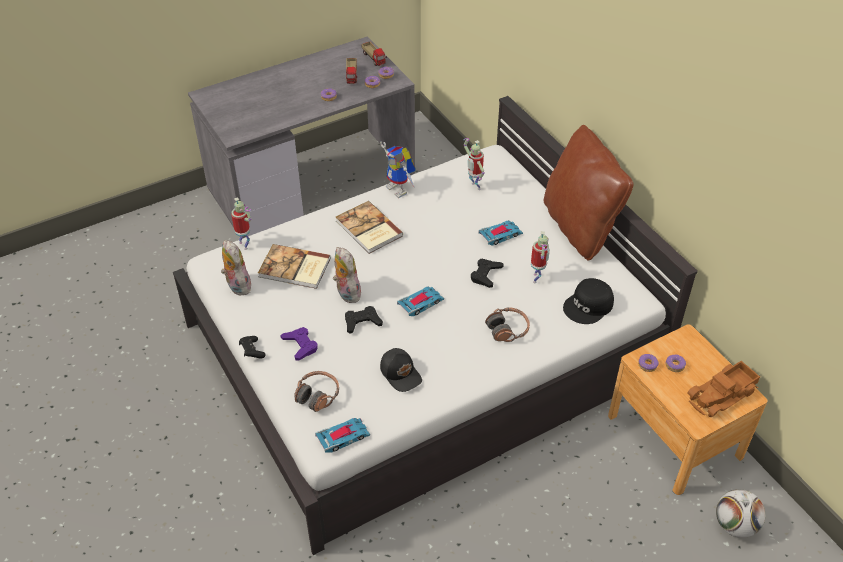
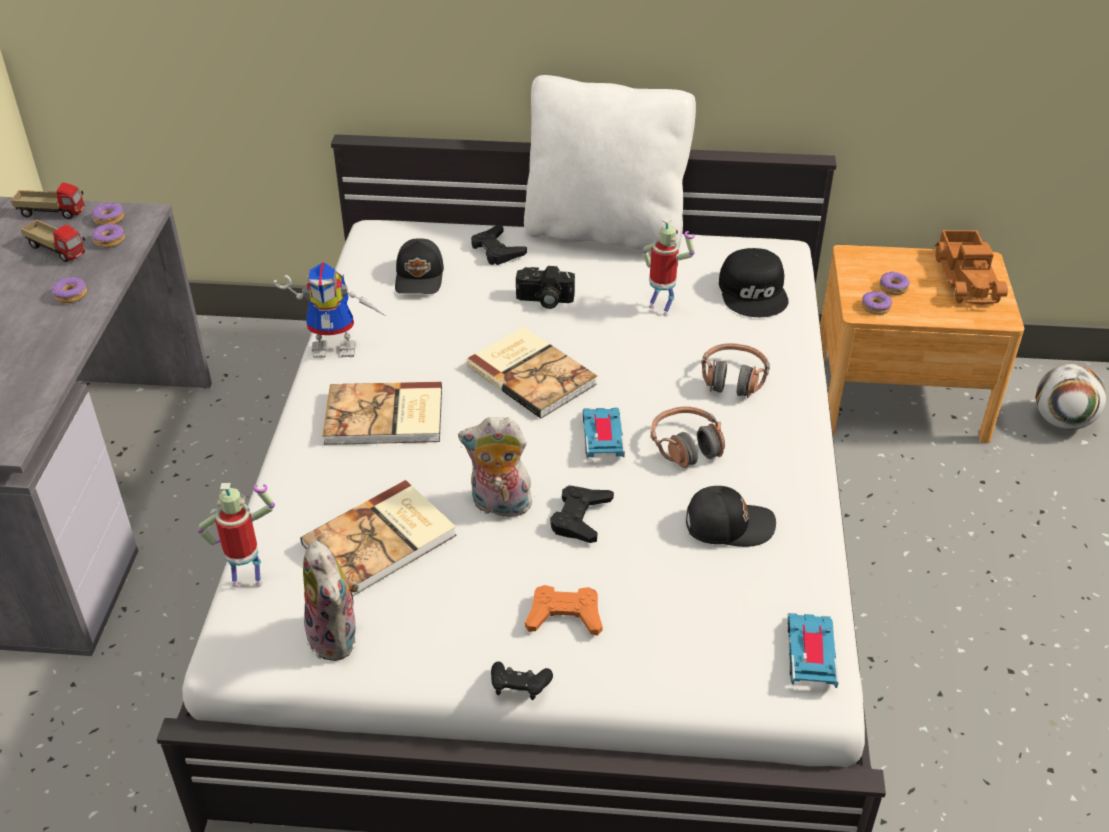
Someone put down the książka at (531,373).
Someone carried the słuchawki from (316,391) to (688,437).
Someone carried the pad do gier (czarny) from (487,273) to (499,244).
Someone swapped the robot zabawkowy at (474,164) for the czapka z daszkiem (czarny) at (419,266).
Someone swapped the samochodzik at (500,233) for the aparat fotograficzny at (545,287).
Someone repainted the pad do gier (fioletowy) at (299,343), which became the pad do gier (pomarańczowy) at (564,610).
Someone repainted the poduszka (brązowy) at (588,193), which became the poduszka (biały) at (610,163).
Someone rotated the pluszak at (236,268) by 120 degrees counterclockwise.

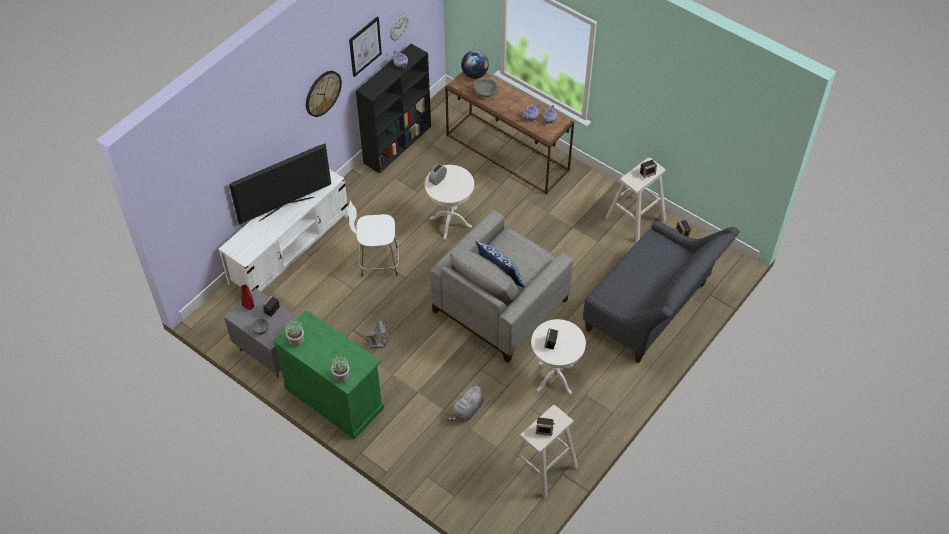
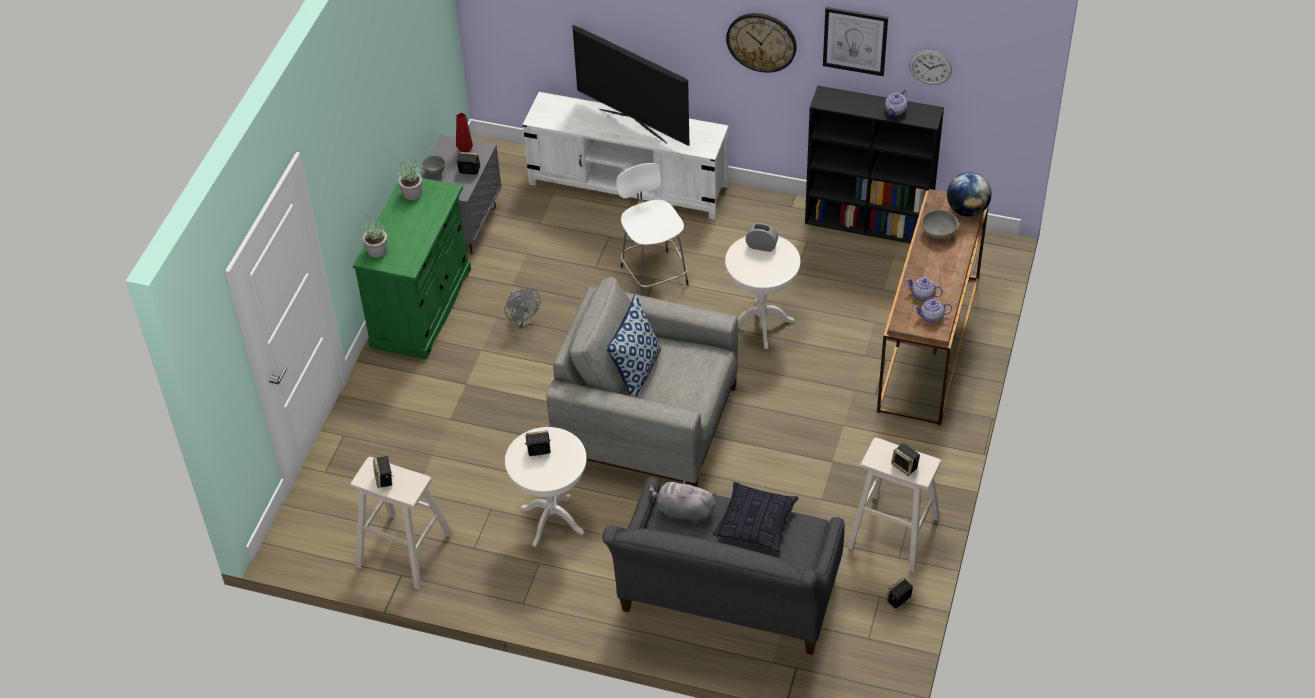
Someone put down the poduszka at (756,517).
Someone carried the pluszak (szary) from (465,403) to (682,501).

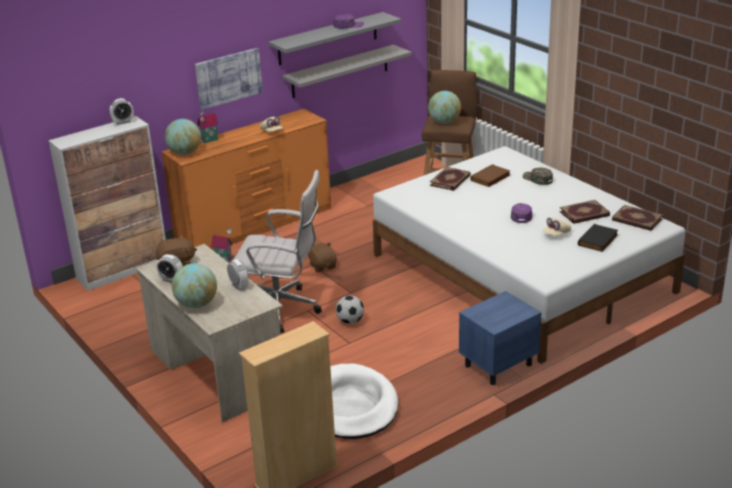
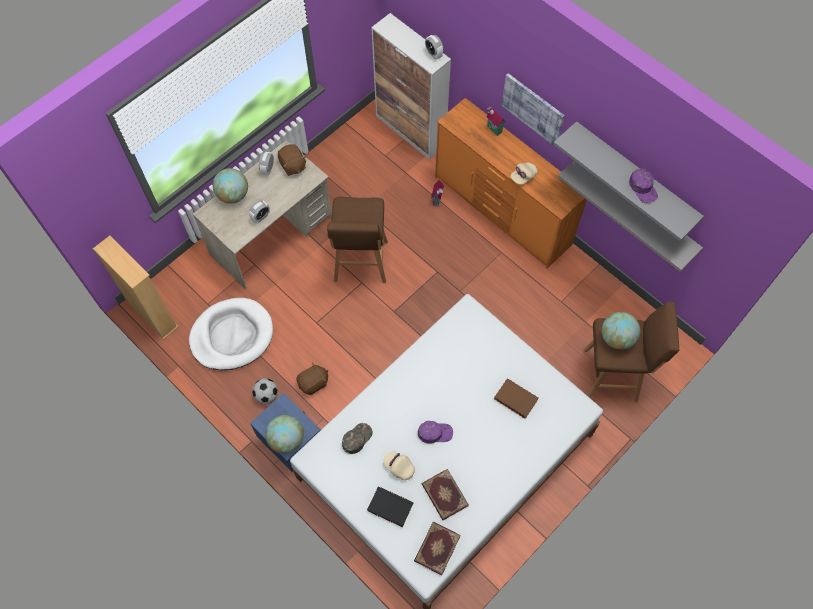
Someone took away the książka at (450,179).
Someone carried the globus from (183,137) to (284,434).
Someone carried the pluszak (brązowy) from (322,257) to (312,379).
Someone carried the piłka futbolowa from (350,309) to (265,391).
Someone carried the czapka z daszkiem (zielony) from (538,176) to (357,438).
Someone swapped the krzesło biurowe (biały) at (277,251) for the stołek (brązowy) at (357,240).

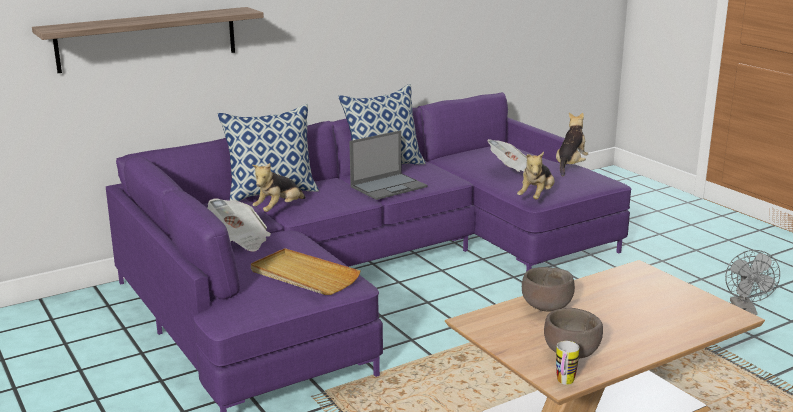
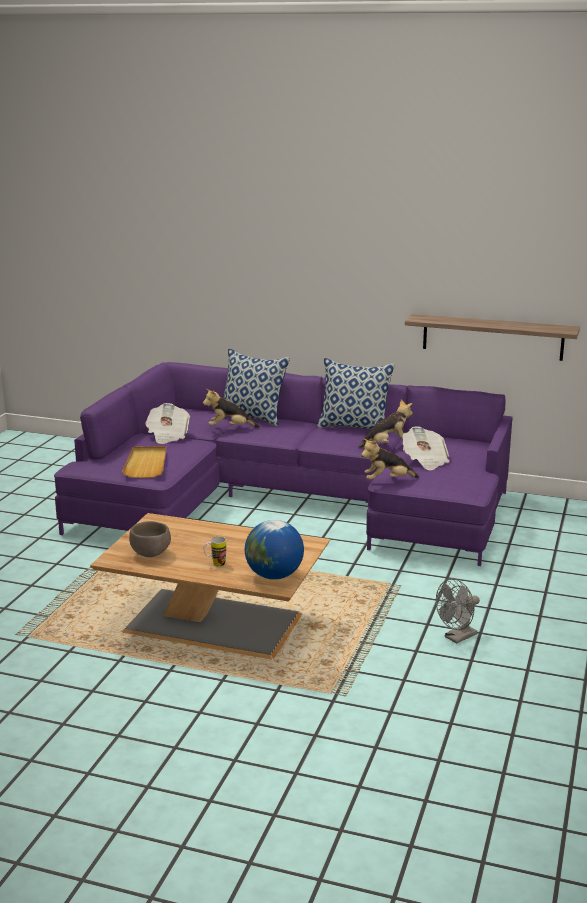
Someone took away the laptop at (388,165).
Someone took away the miska (brązowy) at (548,289).
Someone put down the globus at (274,550).
Someone carried the półka from (148,40) to (492,337).
Someone carried the pluszak from (572,144) to (385,424).
Someone carried the kubek from (567,363) to (215,551).

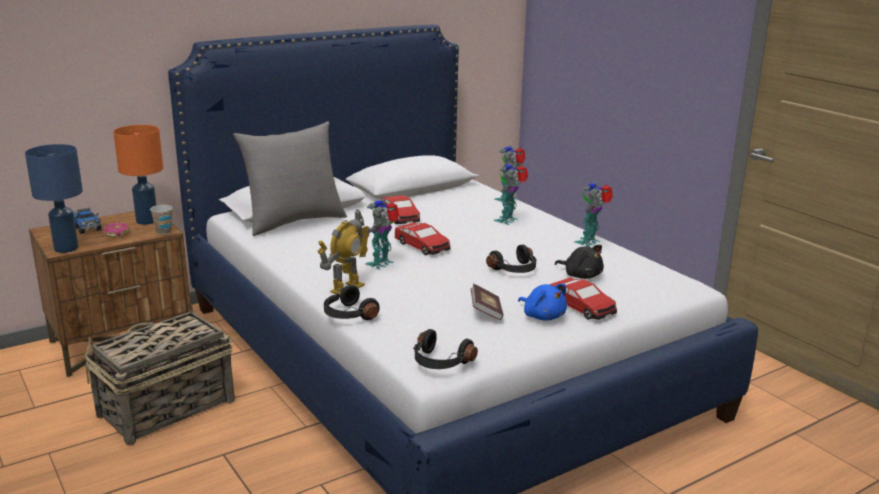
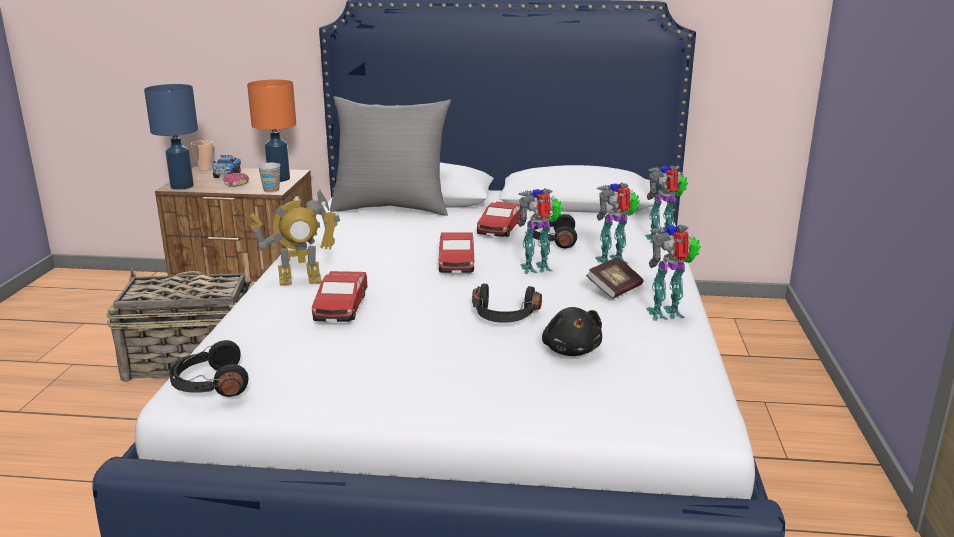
Someone took away the pluszak (niebieski) at (542,302).
Someone put down the filiżanka at (202,155).
Someone carried the słuchawki (czarny) from (352,302) to (555,231).
Someone carried the robot zabawkowy from (382,234) to (540,231).
Someone carried the książka from (487,302) to (614,278).
Someone carried the samochodzik from (583,298) to (339,296).

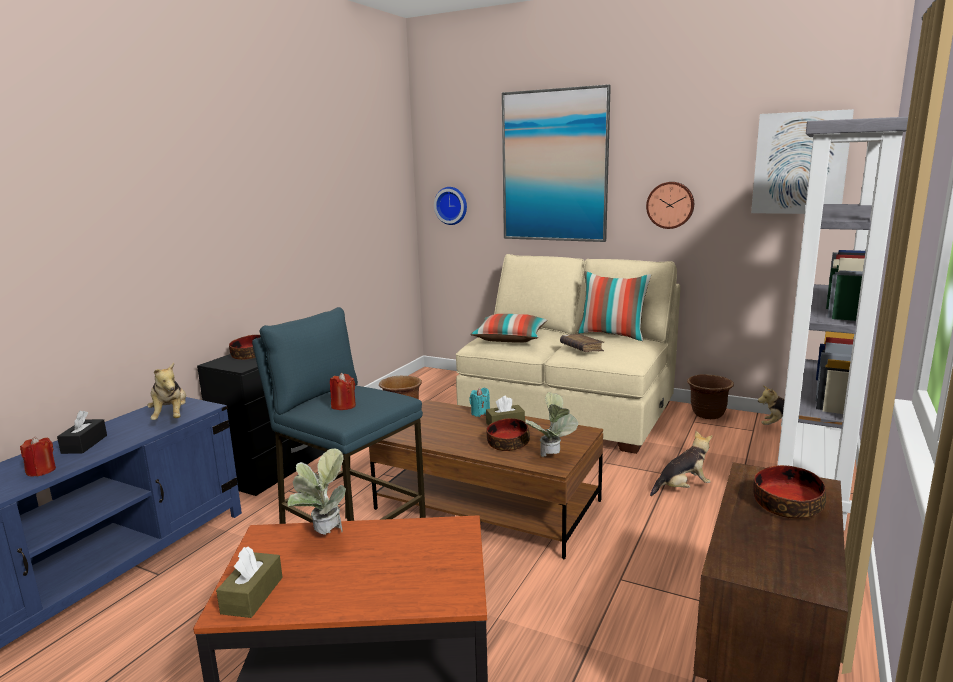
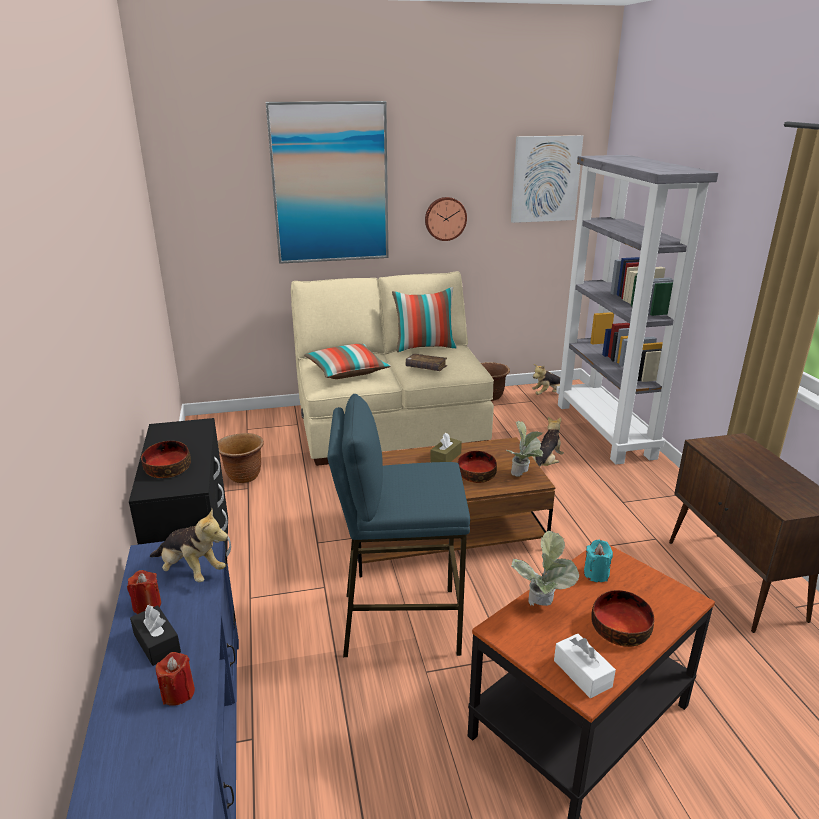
Someone took away the zegar ścienny at (450,206).
Someone carried the świeca (czerwony) from (343,391) to (144,592).
Someone carried the świeca (turkusowy) from (479,402) to (598,561).
Someone carried the miska from (789,492) to (622,618).
Someone repainted the pudełko chusteczek (brązowy) at (249,582), which became the pudełko chusteczek (biały) at (585,666).

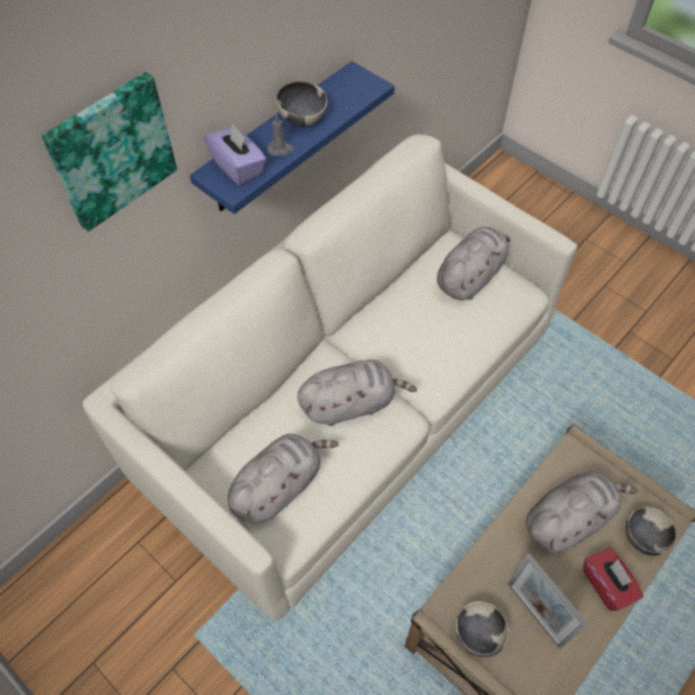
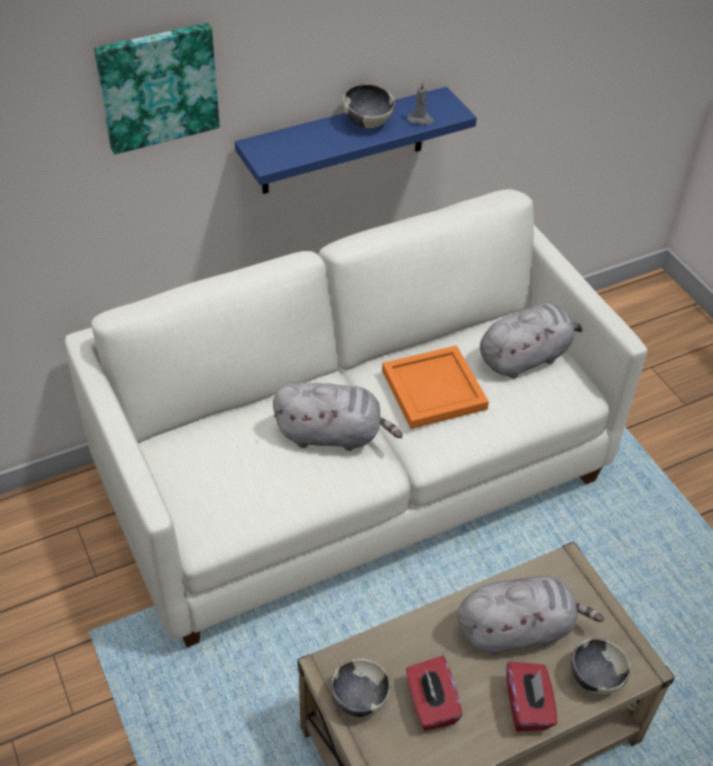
Someone took away the pudełko chusteczek (fioletowy) at (235,154).
Someone took away the pluszak (szary) at (283,479).
Someone put down the taca (pomarańczowy) at (435,387).
Someone carried the świeca (szary) from (281,136) to (420,103).
Someone swapped the ramka na zdjęcie at (548,601) for the pudełko chusteczek (czerwony) at (434,693).

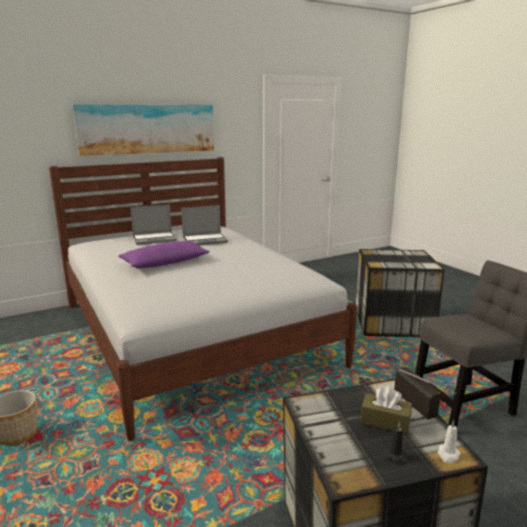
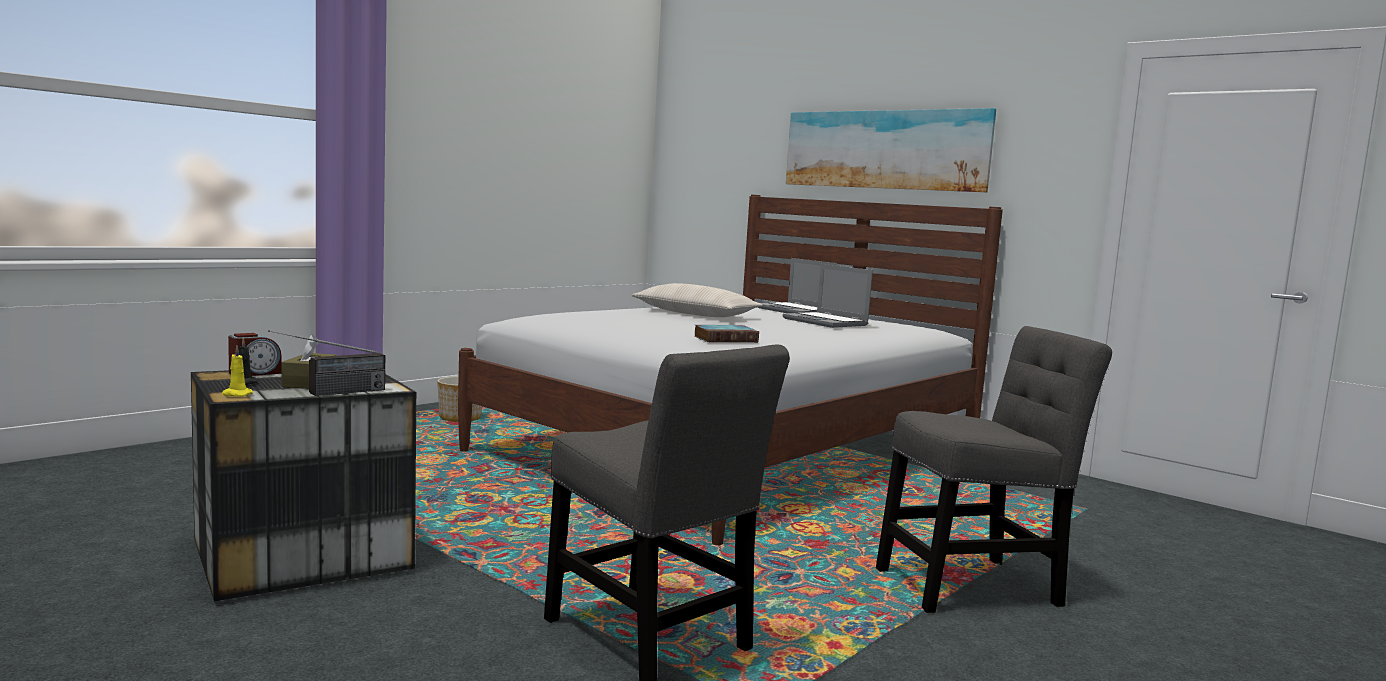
Someone put down the budzik at (254,354).
Someone put down the książka at (726,334).
Someone swapped the pojemnik do przechowywania at (400,293) for the krzesło (szary) at (994,469).
Someone repainted the poduszka (fioletowy) at (164,254), which became the poduszka (beżowy) at (697,300).
Someone repainted the świeca (biały) at (449,441), which became the świeca (żółty) at (237,371).

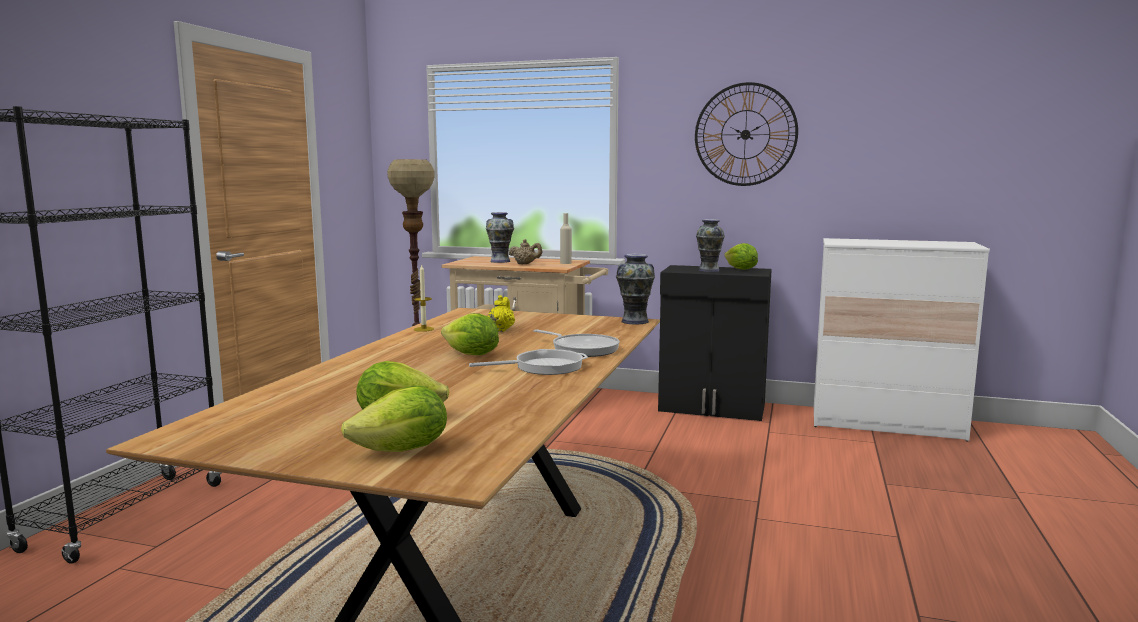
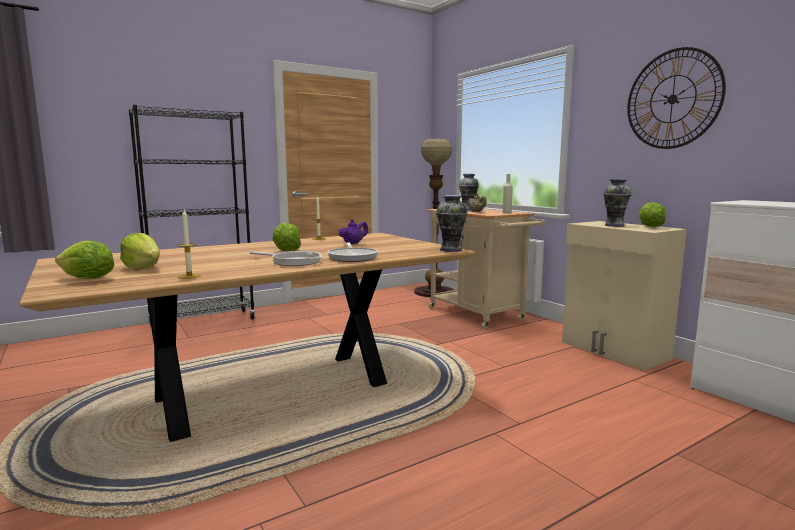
Someone put down the świeca at (189,244).
Someone repainted the imbryk (żółty) at (501,313), which became the imbryk (fioletowy) at (353,232).
Someone repainted the szafka (czarny) at (715,343), which became the szafka (beżowy) at (624,296).

